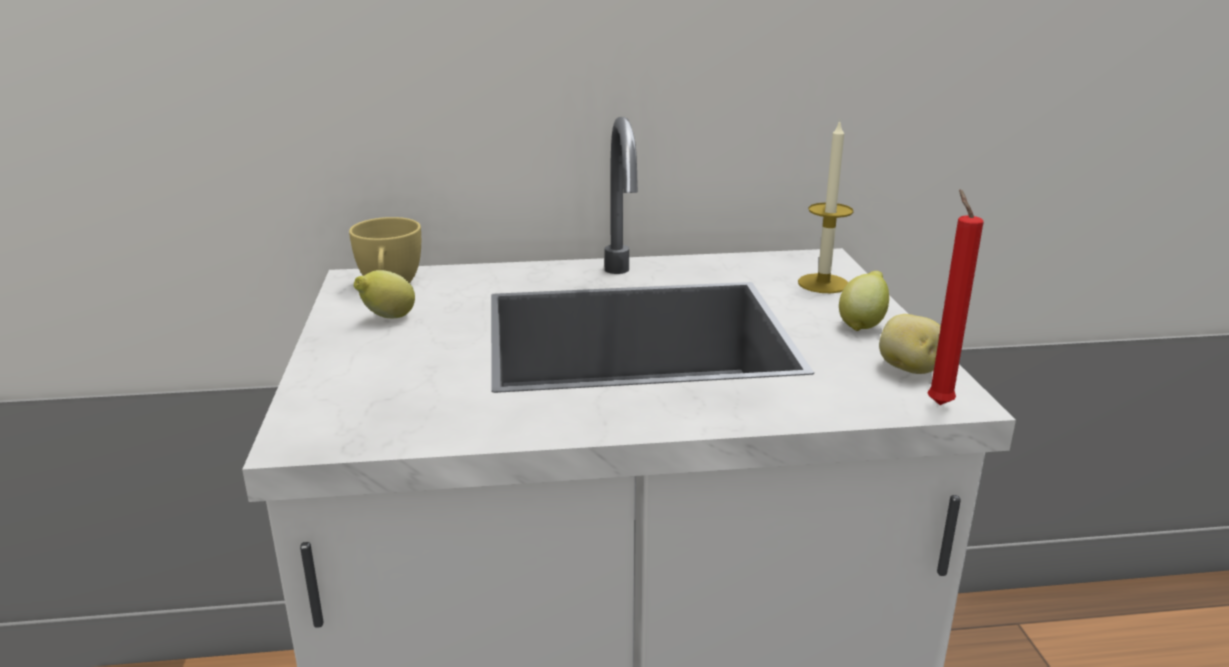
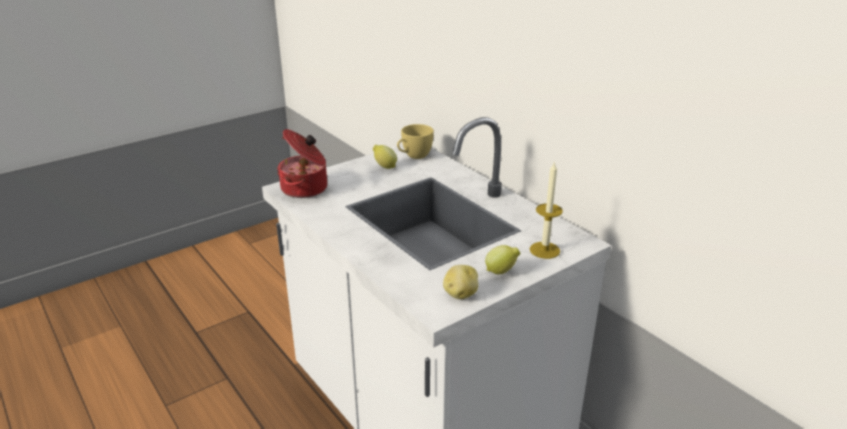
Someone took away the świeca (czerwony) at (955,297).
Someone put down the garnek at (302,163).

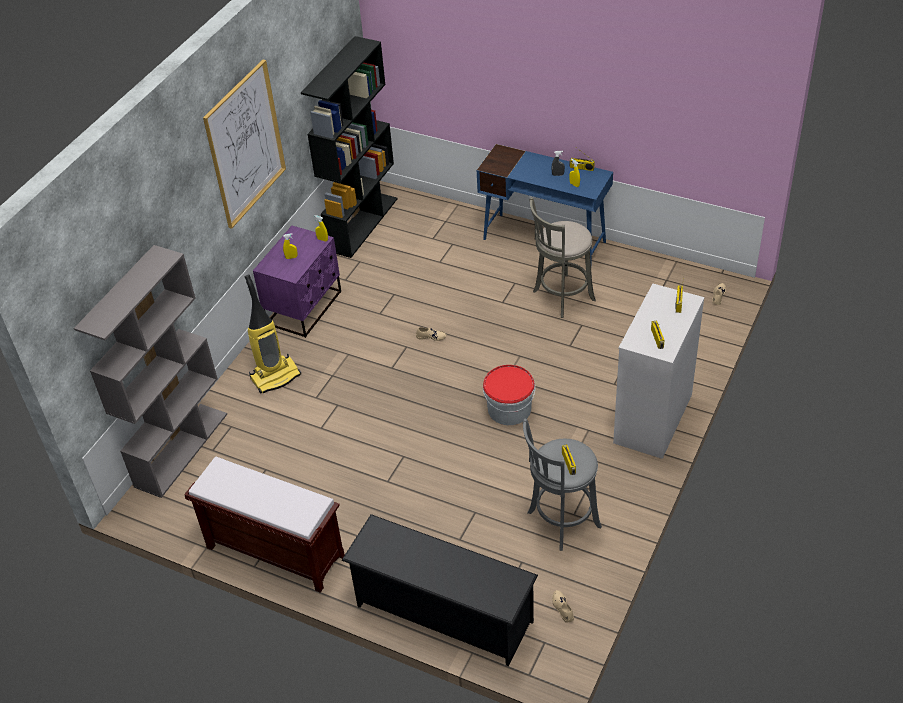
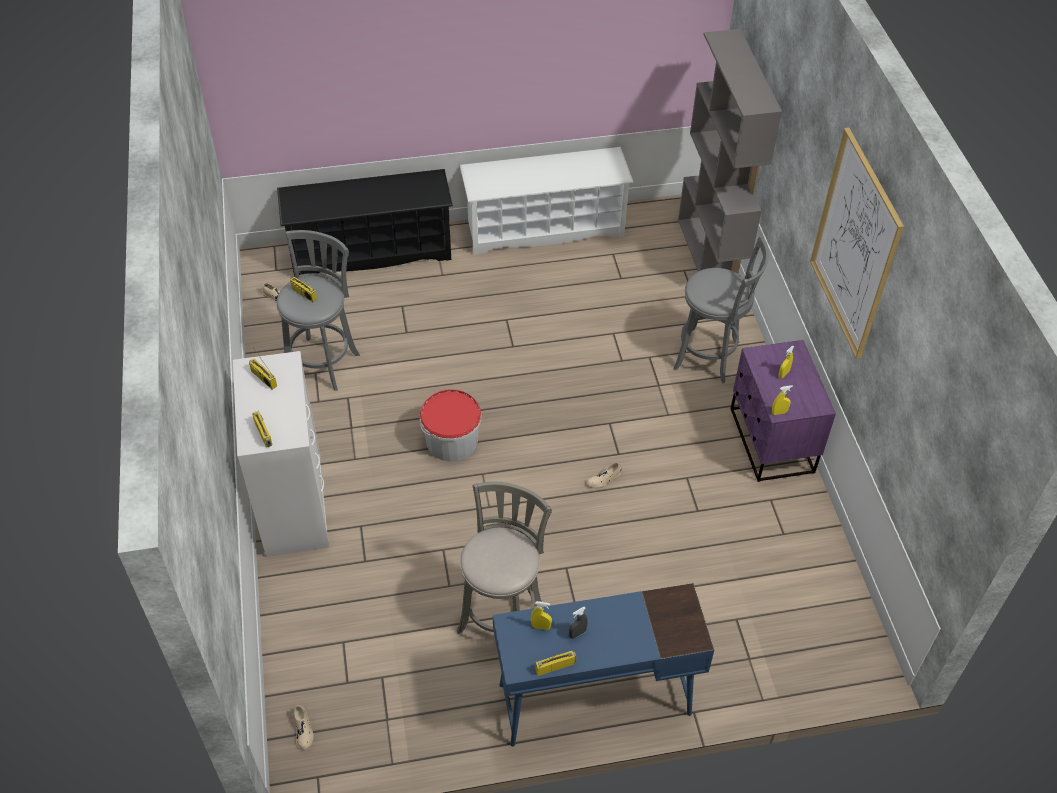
Someone took away the regał (czarny) at (349,147).
Someone swapped the ławka (brązowy) at (264,524) for the regał na buty (biały) at (547,201).
Someone swapped the odkurzacz at (273,334) for the stołek (szary) at (721,309).

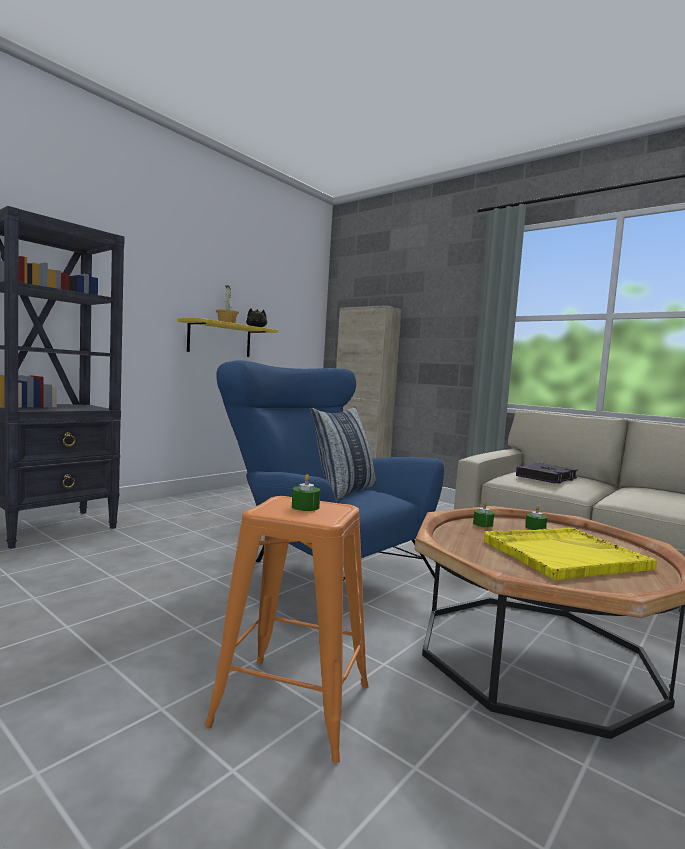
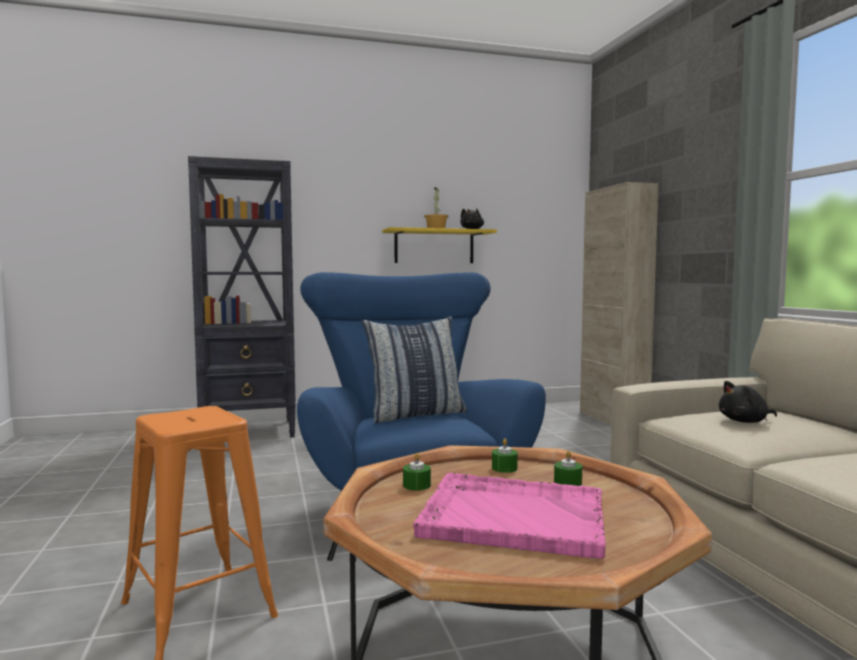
Someone carried the świeca (zielony) from (306,492) to (417,472).
Someone swapped the książka at (547,473) for the pluszak (czarny) at (748,402).
Someone repainted the taca (żółty) at (570,554), which became the taca (różowy) at (509,515).

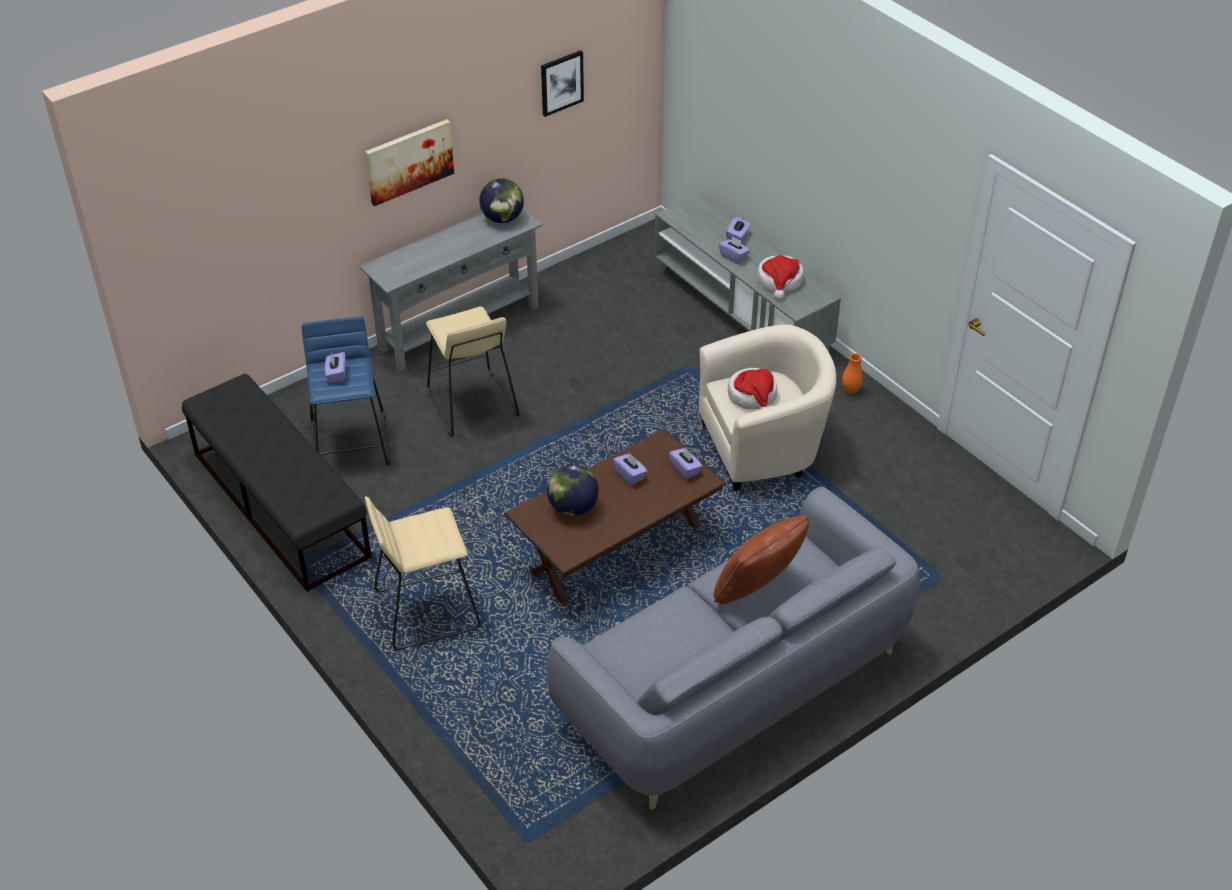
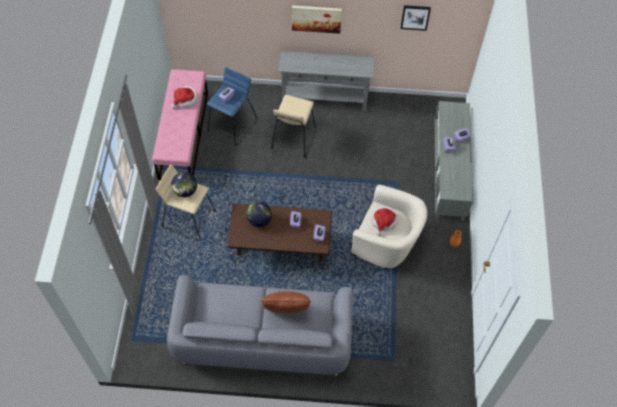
Someone carried the globus from (501,200) to (184,184).
Someone carried the kapelusz from (780,277) to (184,97).
Someone repainted the ławka (czarny) at (277,483), which became the ławka (różowy) at (180,124).

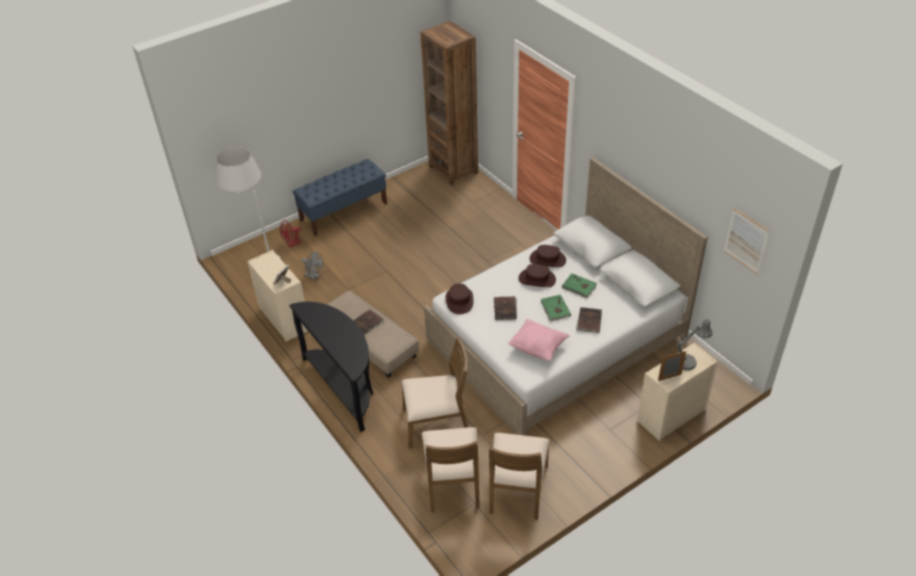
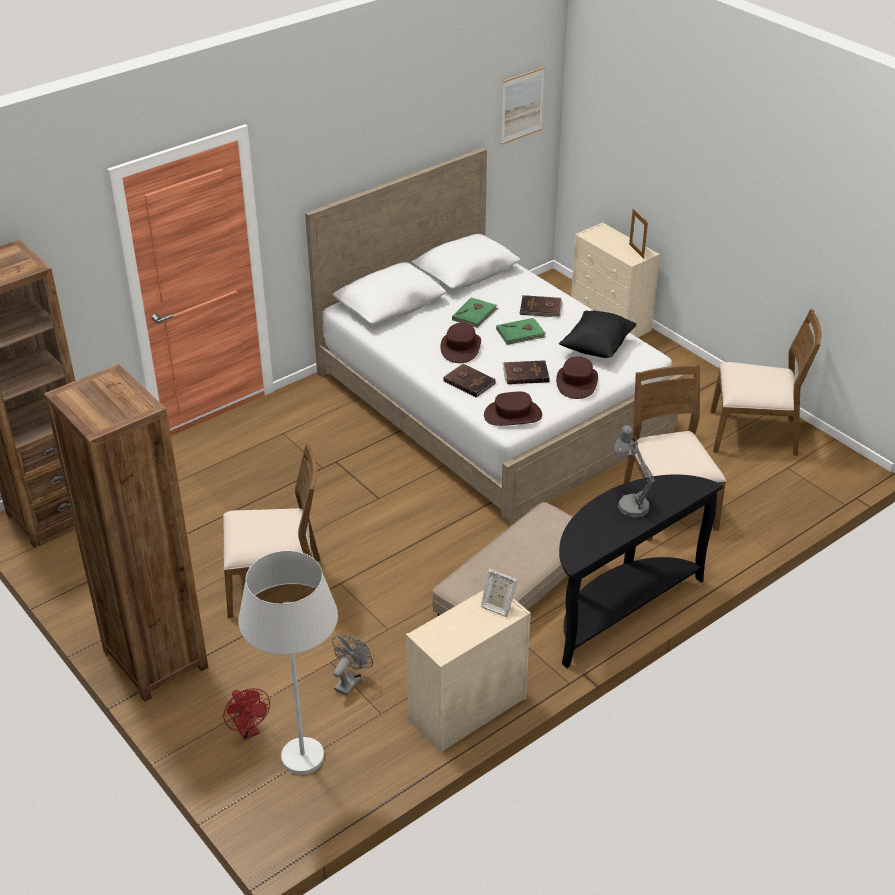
Someone carried the książka (brązowy) from (368,322) to (469,380).
Someone carried the krzesło (brązowy) from (451,469) to (271,530).
Someone carried the kapelusz (brązowy) from (548,256) to (577,377).
Someone carried the lampa stołowa (szary) from (694,345) to (634,471).
Someone swapped the ławka (niebieski) at (340,197) for the regał (brązowy) at (126,533).
Someone repainted the poduszka (różowy) at (539,340), which became the poduszka (czarny) at (597,334).

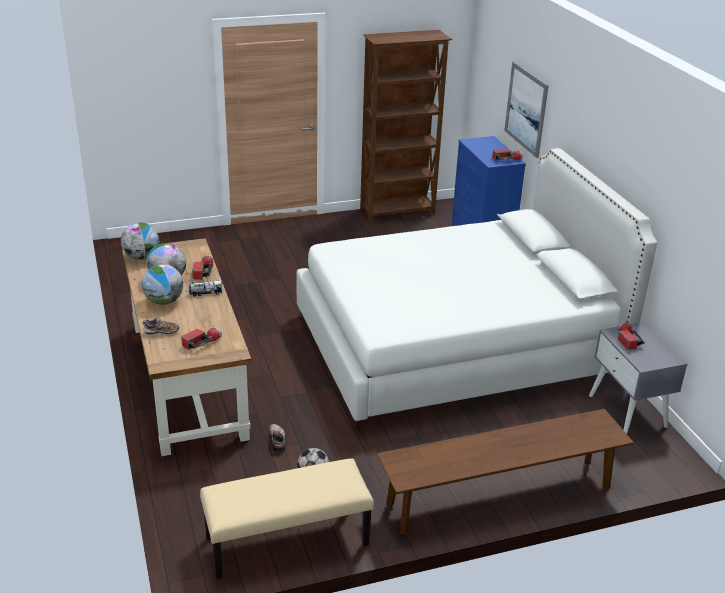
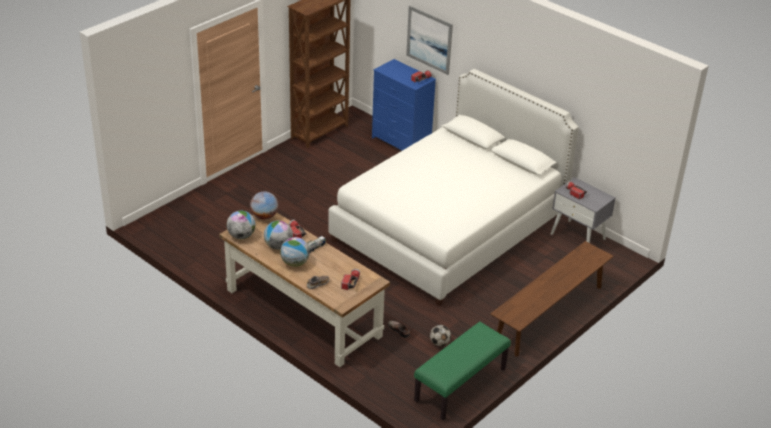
Someone put down the globus at (264,205).
Someone repainted the ławka (beżowy) at (287,518), which became the ławka (zielony) at (462,371).

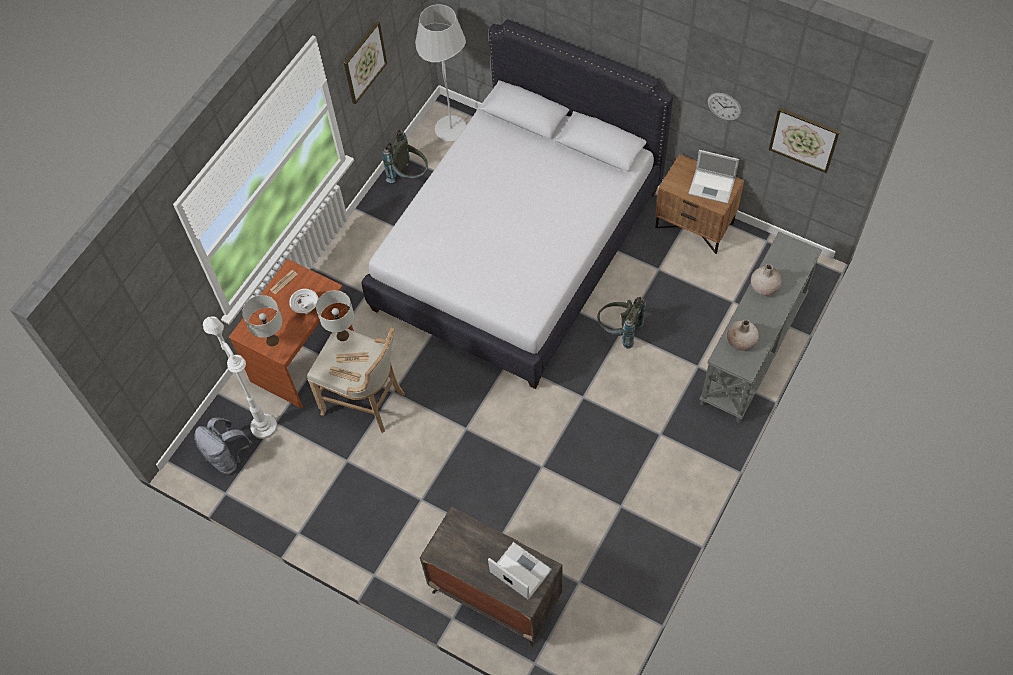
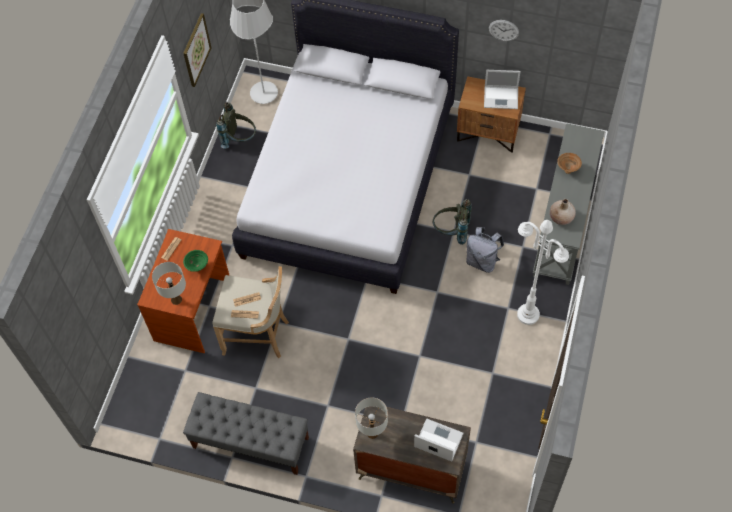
Someone took away the obraz at (804,140).
Someone put down the ławka (szary) at (246,433).
Someone carried the plecak (szary) from (223,445) to (485,250).
Someone carried the lampa stojąca (biały) from (240,377) to (543,272).
Someone carried the lampa stołowa (biały) from (335,315) to (371,418).
Someone swapped the wazon (beżowy) at (766,280) for the miska (brązowy) at (569,163).
Someone repainted the miska (biały) at (303,301), which became the miska (zielony) at (195,261).

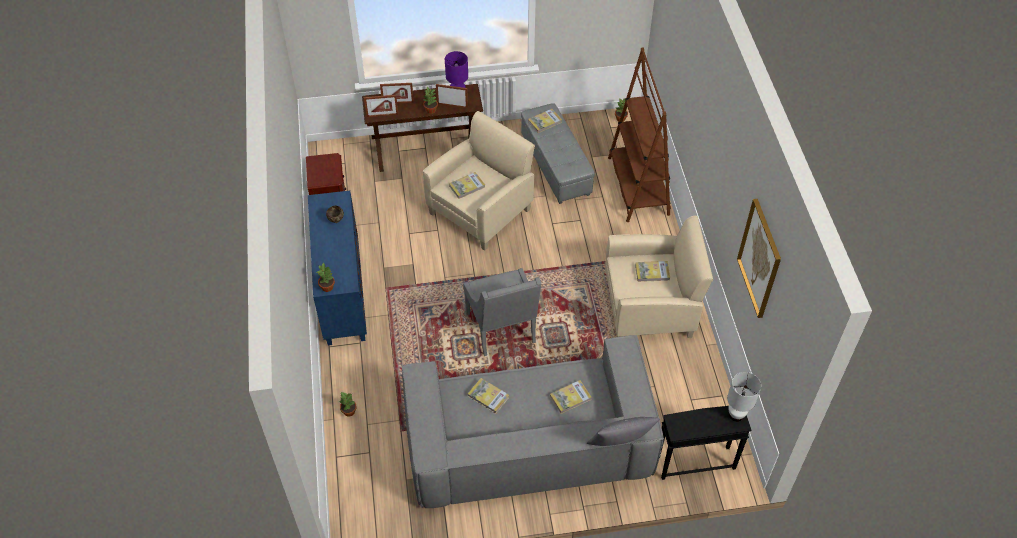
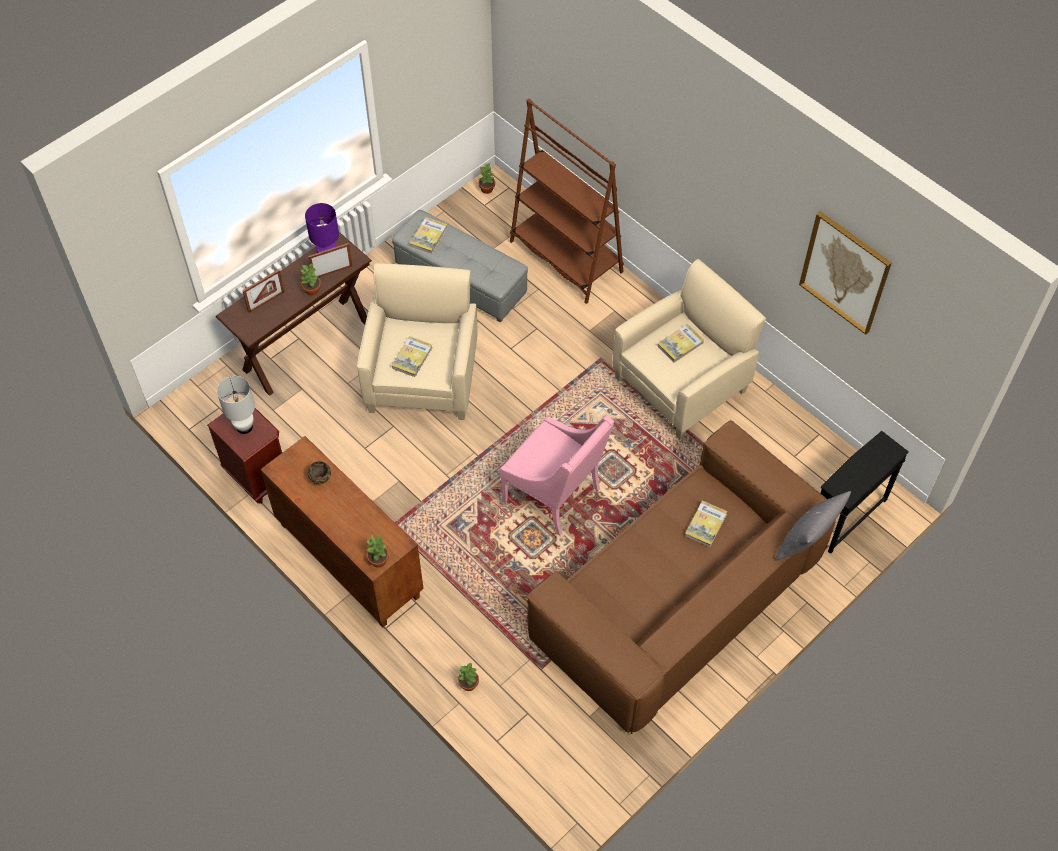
Someone took away the ramka na zdjęcie at (381,106).
Someone took away the książka at (488,395).
Someone carried the lampa stołowa (biały) from (744,397) to (236,405).
Someone repainted the szafka (niebieski) at (337,268), which became the szafka (brązowy) at (342,531).
Someone repainted the kanapa (szary) at (533,421), which became the kanapa (brązowy) at (681,577).
Someone repainted the fotel (szary) at (502,312), which became the fotel (różowy) at (556,475).

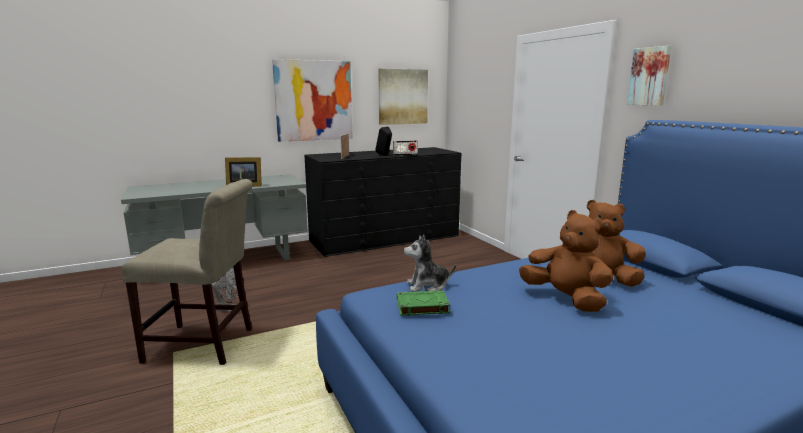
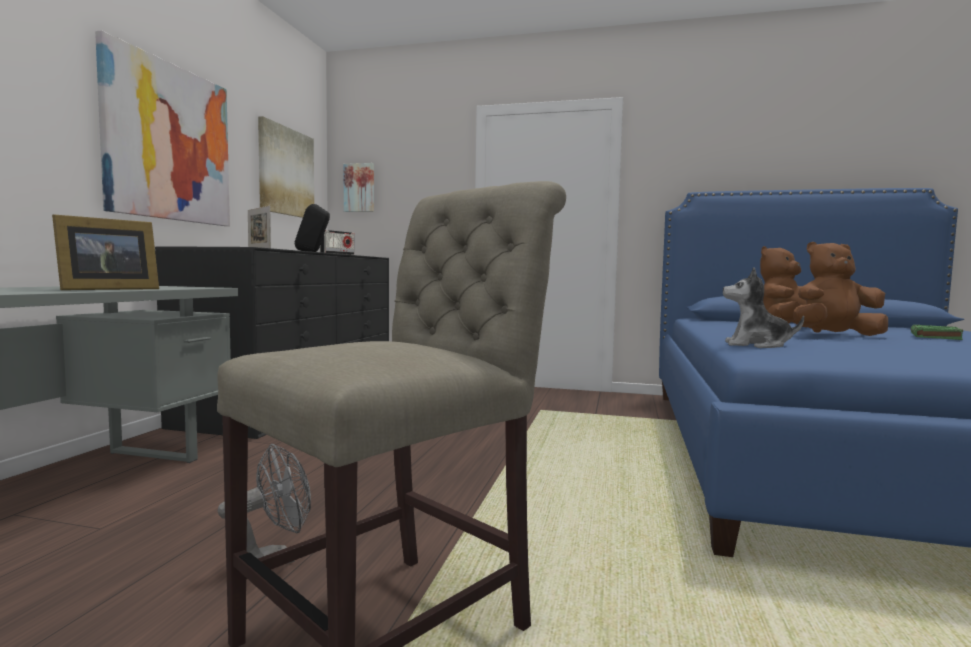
Someone carried the książka (zielony) from (423,303) to (937,332).
Someone carried the obraz from (649,76) to (359,187).
Someone rotated the pluszak at (429,263) by 75 degrees clockwise.

